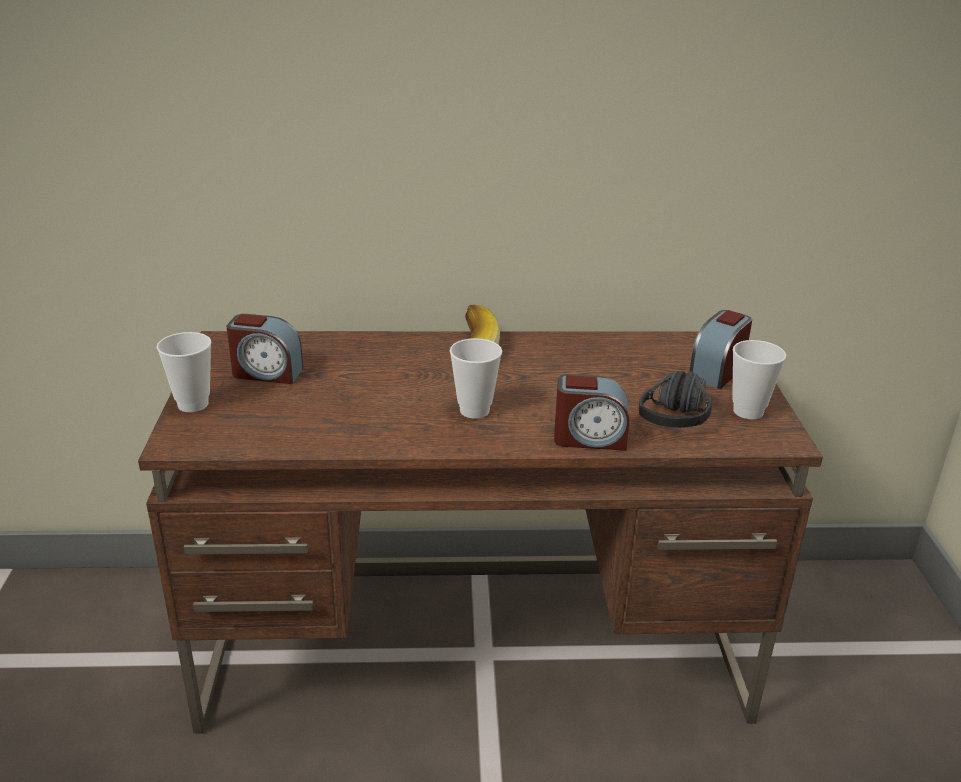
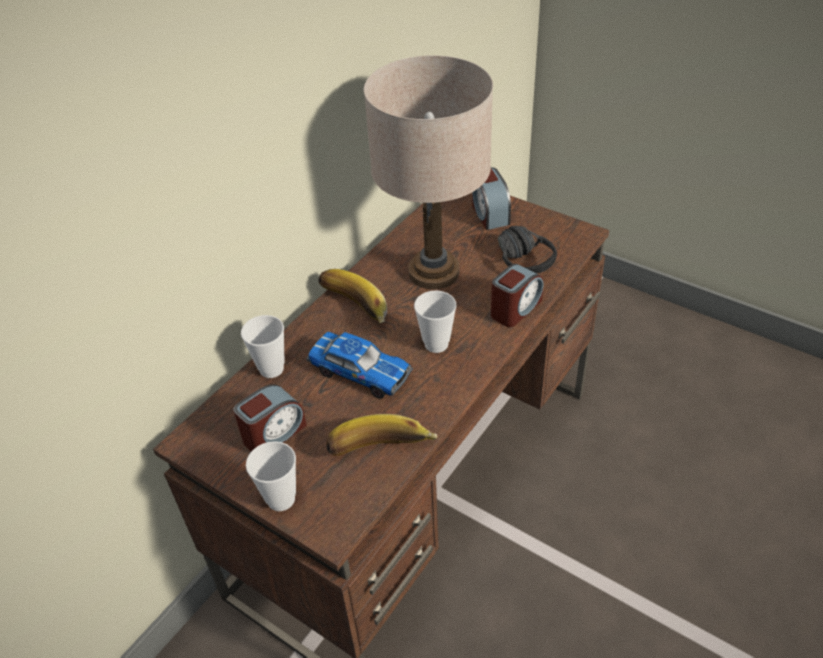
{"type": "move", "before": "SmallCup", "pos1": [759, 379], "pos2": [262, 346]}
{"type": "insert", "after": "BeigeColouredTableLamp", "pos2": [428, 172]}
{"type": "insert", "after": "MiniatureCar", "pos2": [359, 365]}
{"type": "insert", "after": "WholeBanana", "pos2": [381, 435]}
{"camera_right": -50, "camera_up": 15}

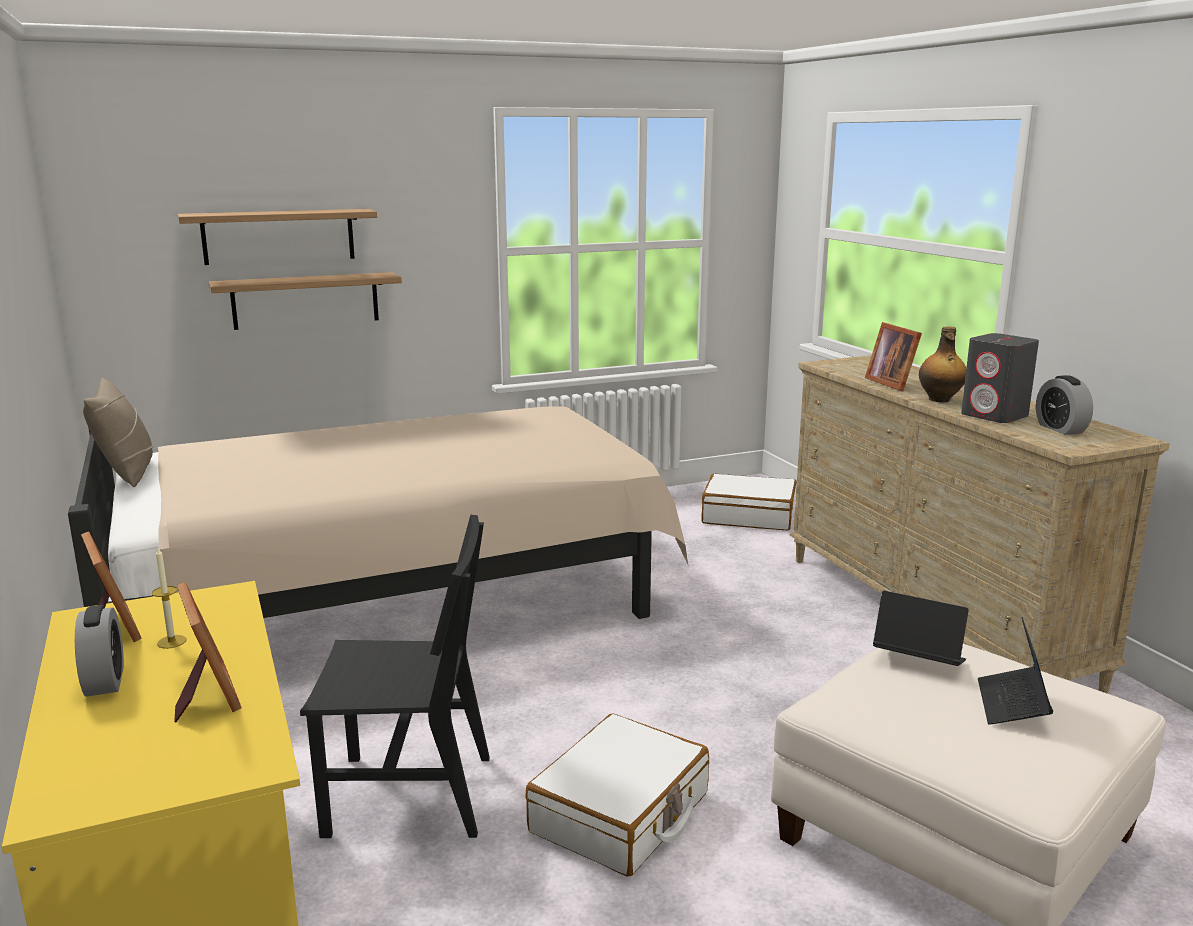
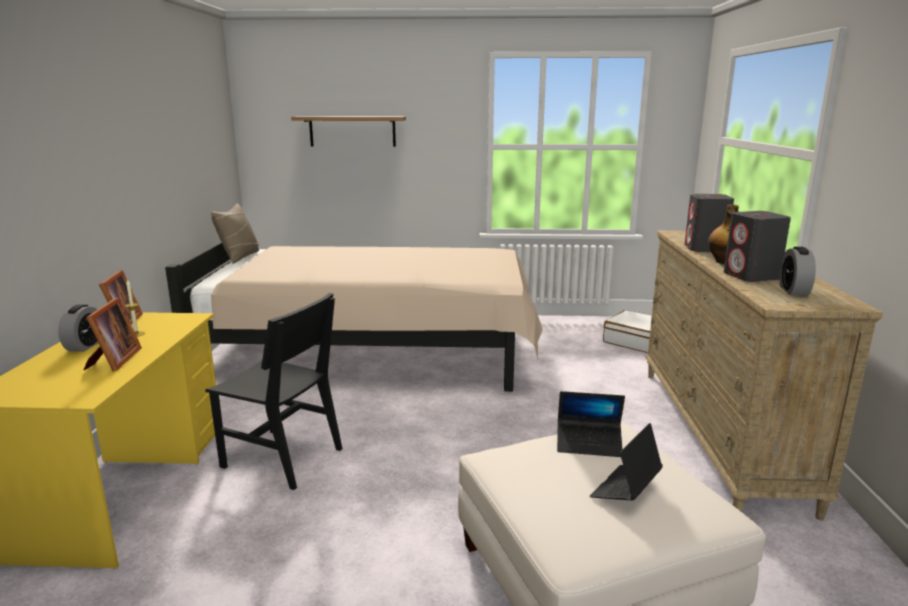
{"type": "delete", "before": "Shelf", "pos1": [305, 301]}
{"type": "replace", "before": "StandingFrame", "after": "GrayAudioSpeaker", "pos1": [893, 356], "pos2": [709, 223]}
{"type": "rotate", "before": "Laptop", "pos1": [921, 628], "pos2": [591, 424], "turn": 135}
{"type": "delete", "before": "WhitishTravelCase", "pos1": [617, 794]}
{"camera_right": 25, "camera_up": 0}

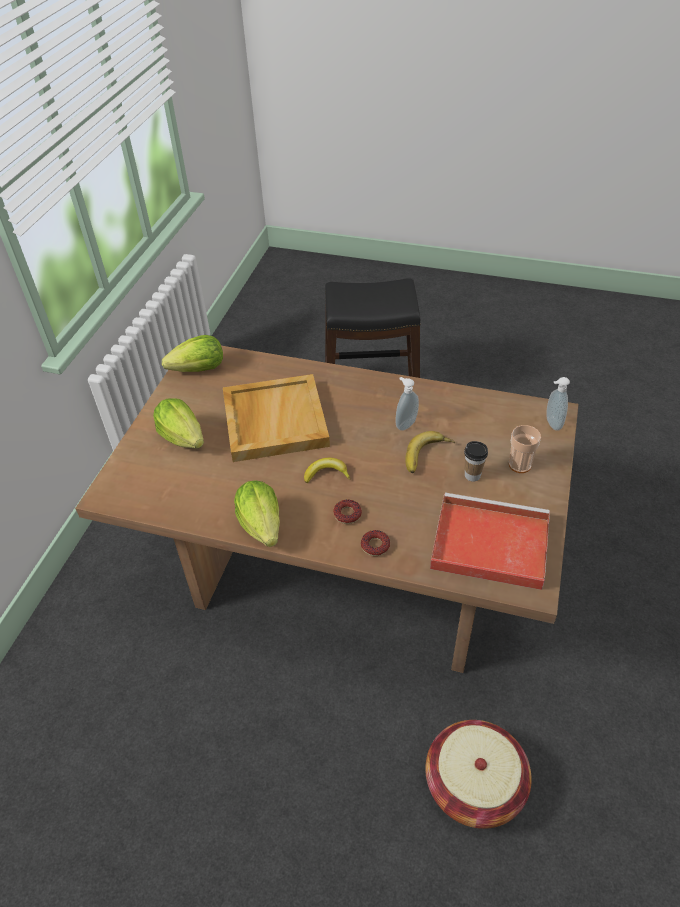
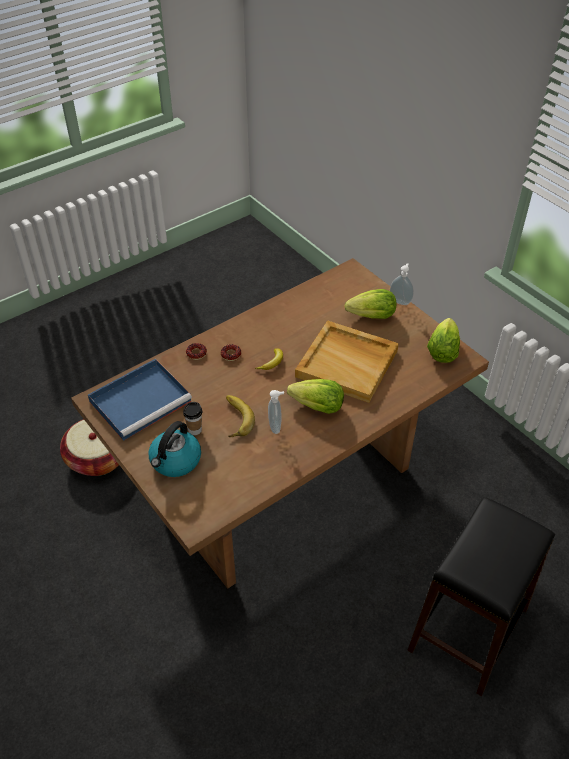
{"type": "move", "before": "SoapDispenser", "pos1": [558, 404], "pos2": [402, 284]}
{"type": "replace", "before": "SmallCup", "after": "Kettle", "pos1": [525, 449], "pos2": [174, 449]}
{"type": "move", "before": "HeadOfLettuce", "pos1": [257, 513], "pos2": [315, 396]}
{"type": "recolor", "before": "RedTray", "after": "BlueColouredTray", "pos1": [490, 541], "pos2": [140, 400]}
{"camera_right": 125, "camera_up": 0}

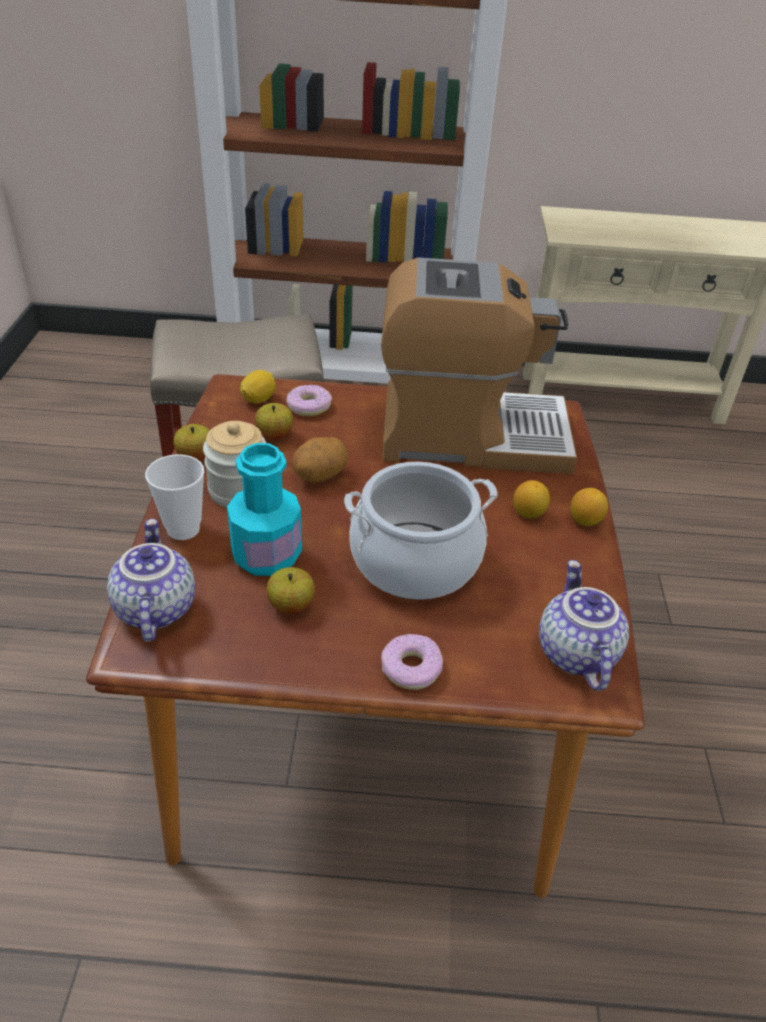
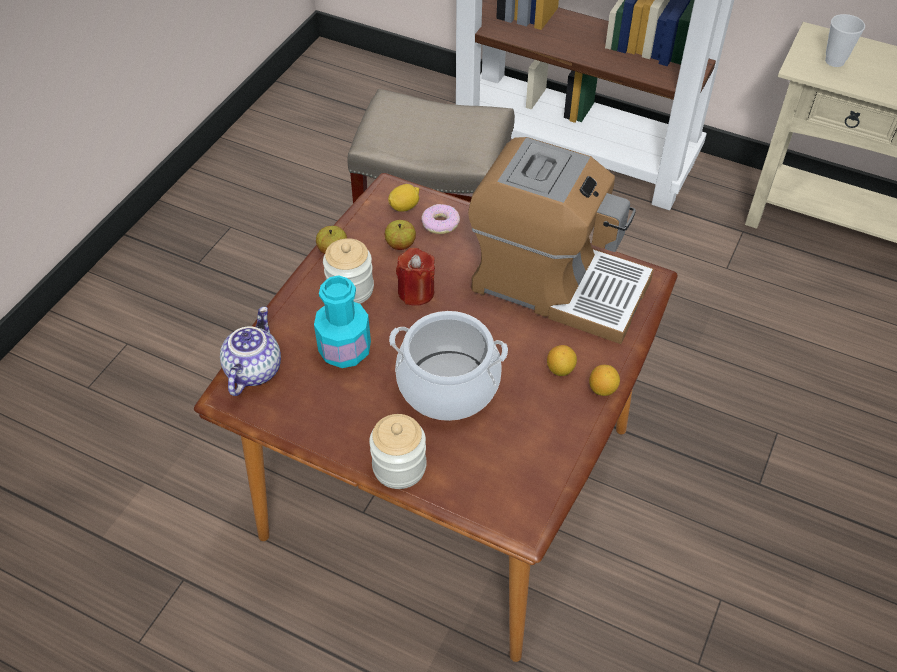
{"type": "replace", "before": "WholePotato", "after": "RedCandle", "pos1": [320, 460], "pos2": [415, 277]}
{"type": "move", "before": "SmallCup", "pos1": [174, 497], "pos2": [845, 40]}
{"type": "delete", "before": "TeaPot", "pos1": [584, 625]}
{"type": "delete", "before": "AppleFruit", "pos1": [290, 590]}
{"type": "replace", "before": "Doughnut", "after": "StorageJar", "pos1": [412, 662], "pos2": [398, 451]}
{"camera_right": 25, "camera_up": 10}

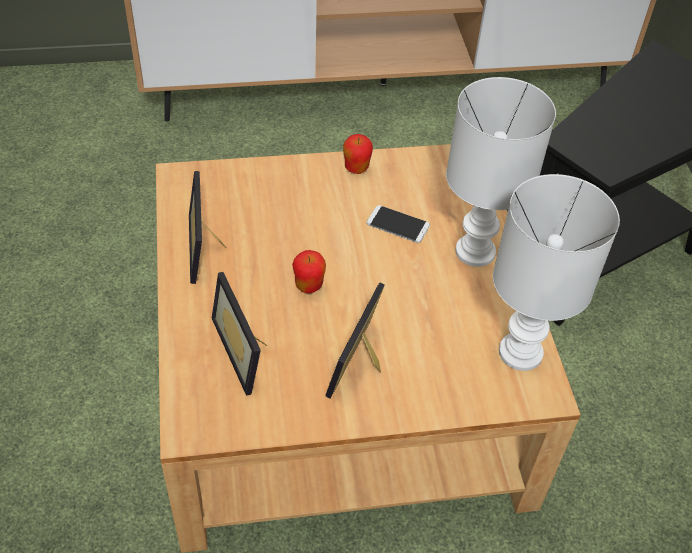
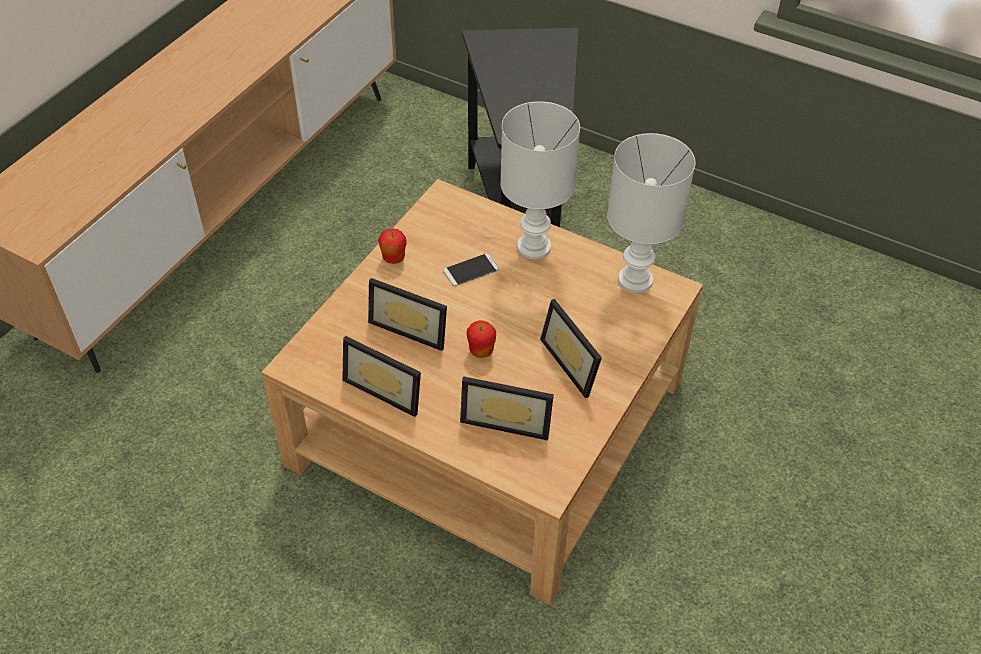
{"type": "insert", "after": "StandingFrame", "pos2": [407, 314]}
{"camera_right": -50, "camera_up": 0}

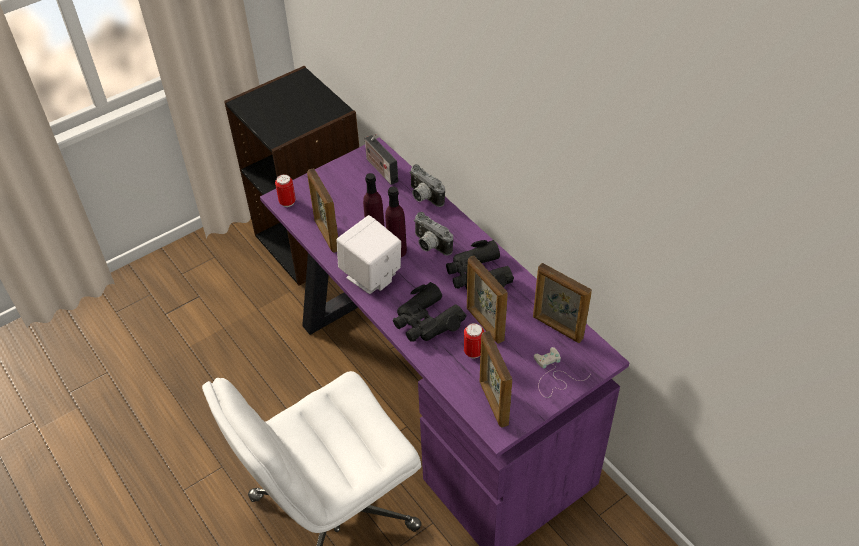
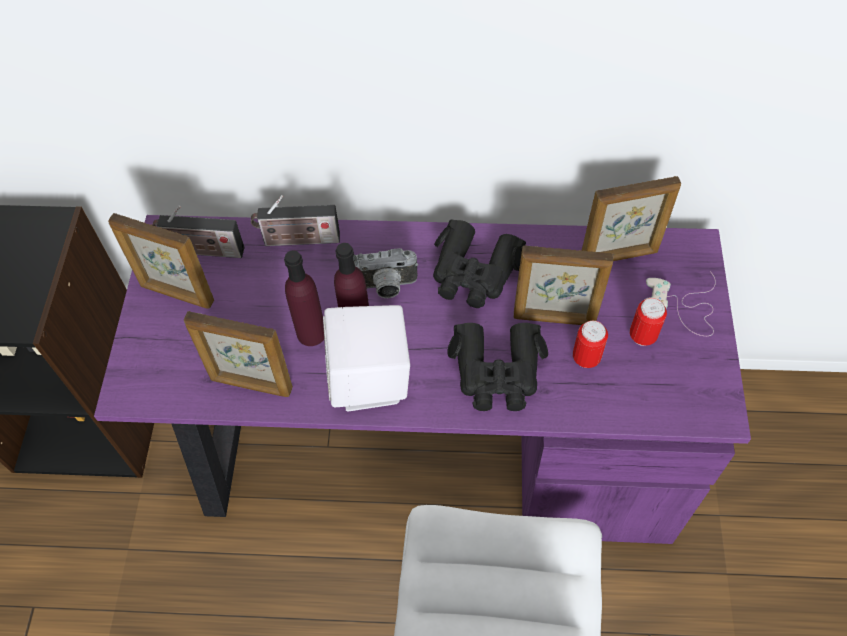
{"type": "replace", "before": "StillCamera", "after": "RadioSet", "pos1": [427, 185], "pos2": [295, 220]}
{"type": "move", "before": "MetalCan", "pos1": [285, 190], "pos2": [648, 322]}
{"type": "move", "before": "StandingFrame", "pos1": [495, 379], "pos2": [161, 261]}
{"camera_right": -50, "camera_up": 10}

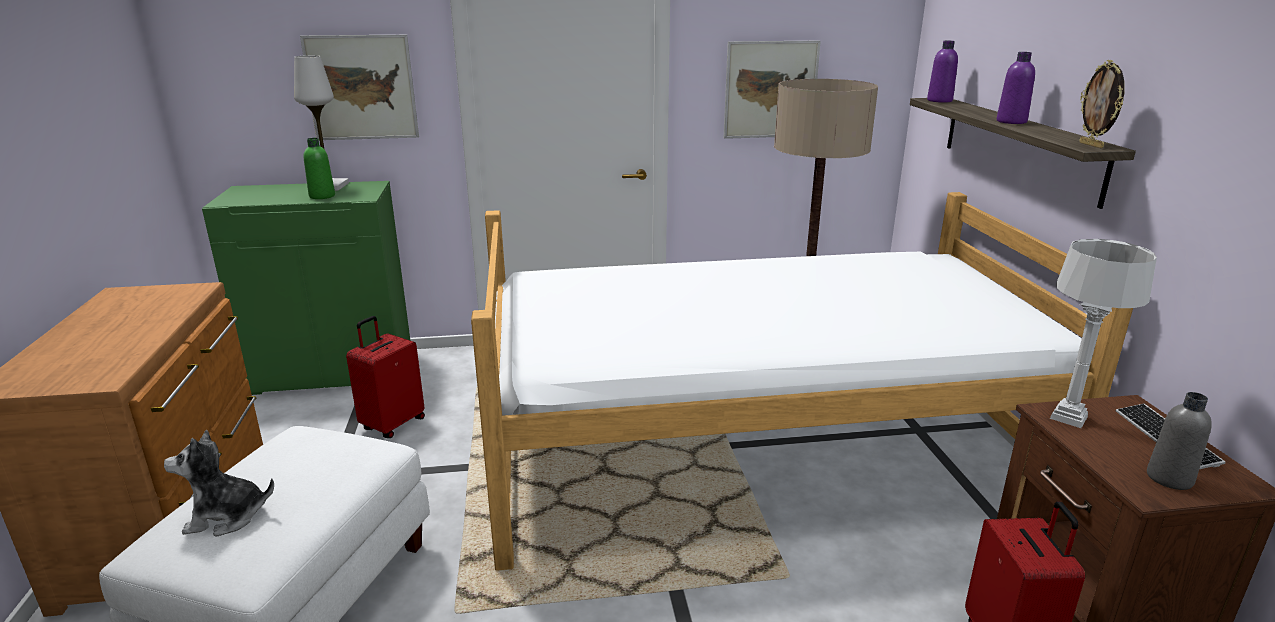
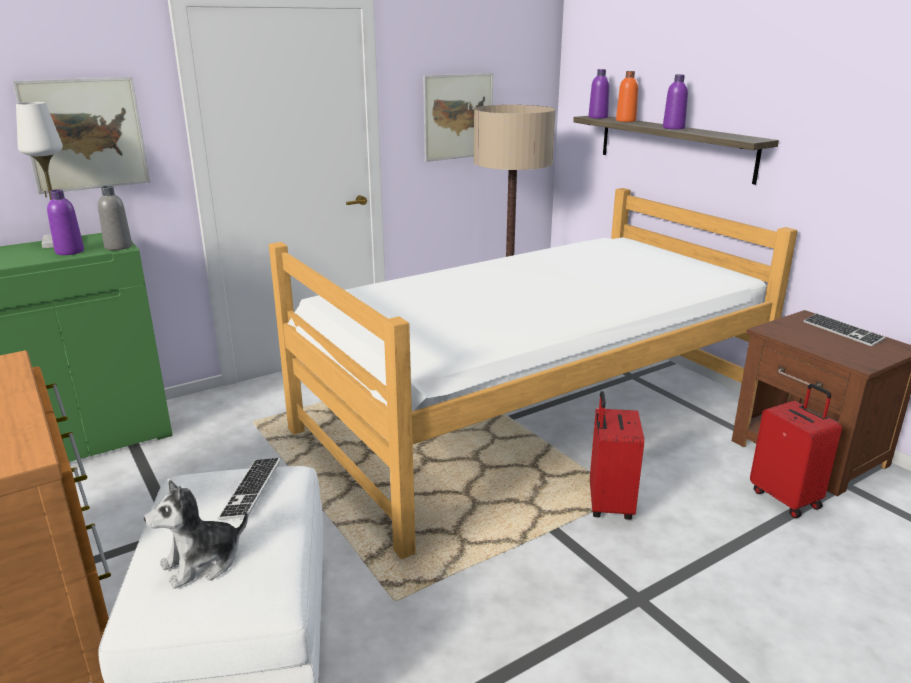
{"type": "delete", "before": "StandingFrame", "pos1": [1102, 104]}
{"type": "recolor", "before": "GreenBottle", "after": "PurpleBottle", "pos1": [319, 168], "pos2": [65, 222]}
{"type": "delete", "before": "GrayTableLamp", "pos1": [1103, 333]}
{"type": "move", "before": "RedTravelCase", "pos1": [385, 377], "pos2": [617, 455]}
{"type": "move", "before": "GrayBottle", "pos1": [1179, 441], "pos2": [115, 218]}
{"type": "insert", "after": "OrangeColouredBottle", "pos2": [627, 96]}
{"type": "insert", "after": "PcKeyboard", "pos2": [249, 488]}
{"camera_right": -25, "camera_up": 0}

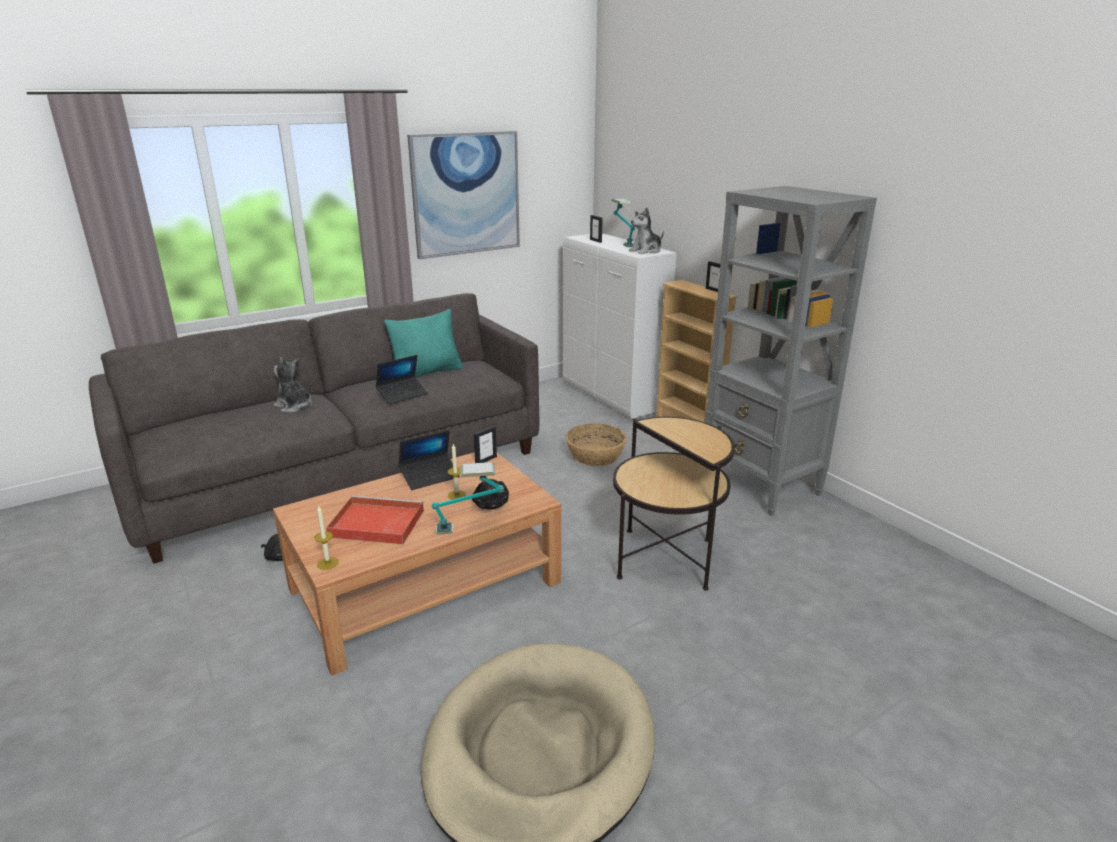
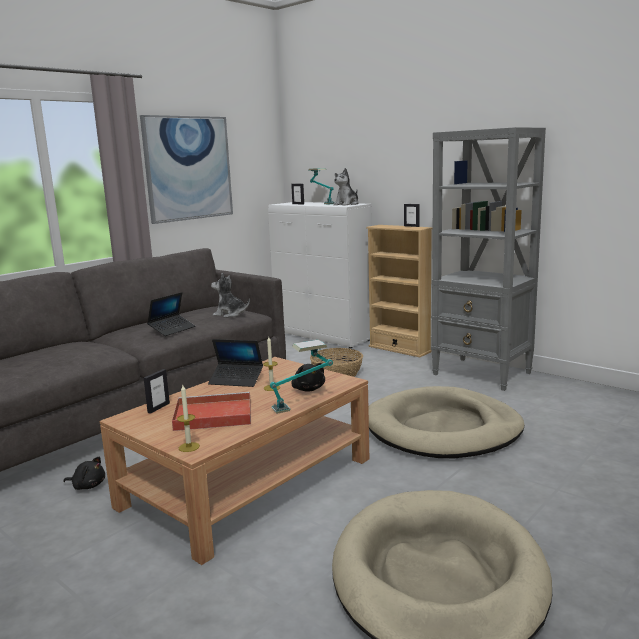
{"type": "delete", "before": "BlueGreenPillow", "pos1": [423, 343]}
{"type": "move", "before": "SoftToy", "pos1": [293, 385], "pos2": [230, 295]}
{"type": "replace", "before": "AccentTable", "after": "BeigeColouredDogCushion", "pos1": [674, 503], "pos2": [446, 422]}
{"type": "move", "before": "StandingFrame", "pos1": [485, 444], "pos2": [157, 391]}
{"type": "rotate", "before": "Laptop", "pos1": [429, 460], "pos2": [235, 363], "turn": 60}
{"camera_right": -15, "camera_up": -10}

